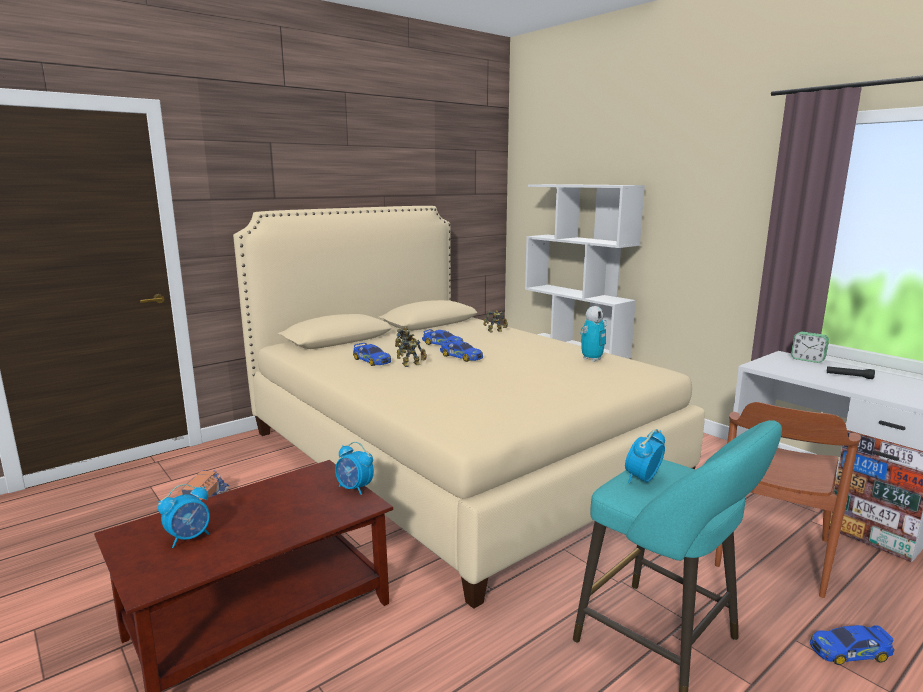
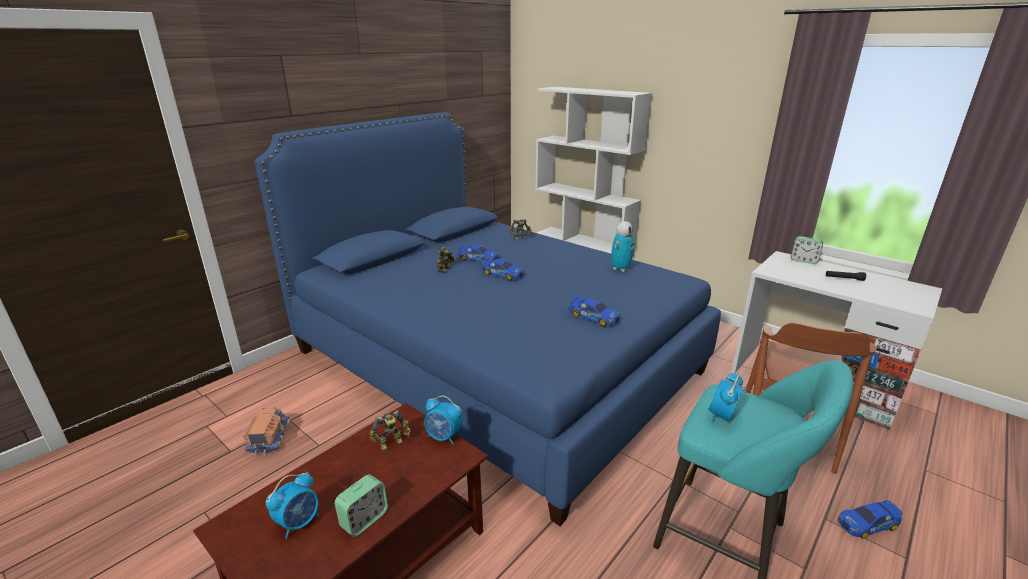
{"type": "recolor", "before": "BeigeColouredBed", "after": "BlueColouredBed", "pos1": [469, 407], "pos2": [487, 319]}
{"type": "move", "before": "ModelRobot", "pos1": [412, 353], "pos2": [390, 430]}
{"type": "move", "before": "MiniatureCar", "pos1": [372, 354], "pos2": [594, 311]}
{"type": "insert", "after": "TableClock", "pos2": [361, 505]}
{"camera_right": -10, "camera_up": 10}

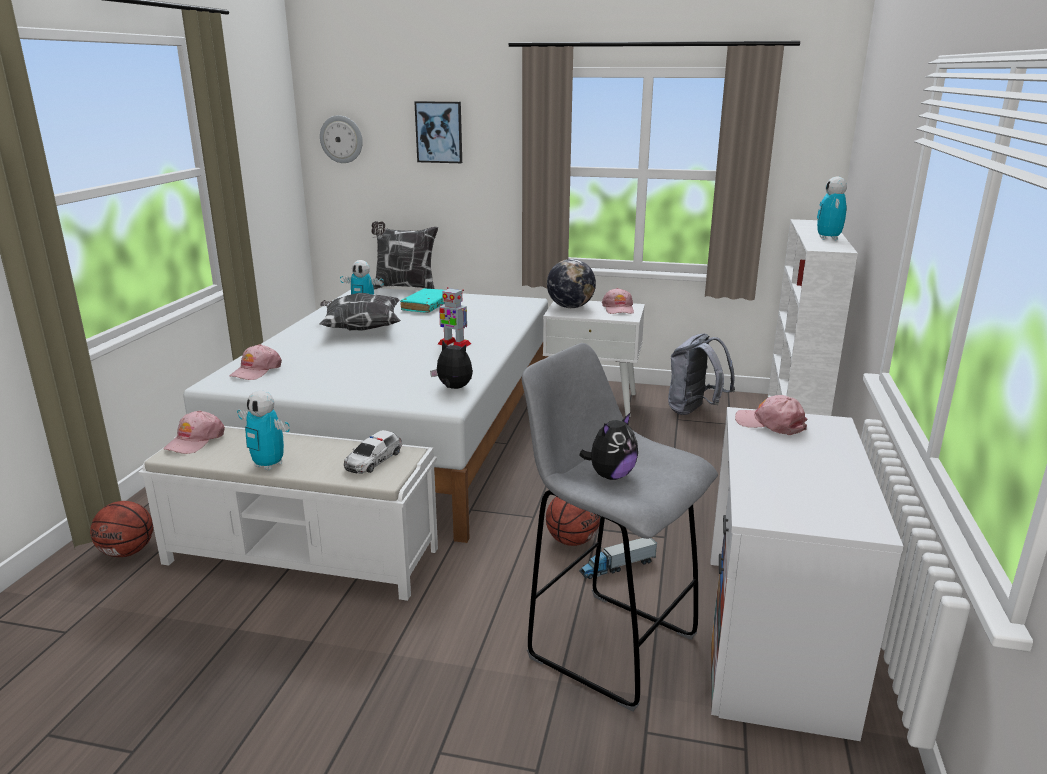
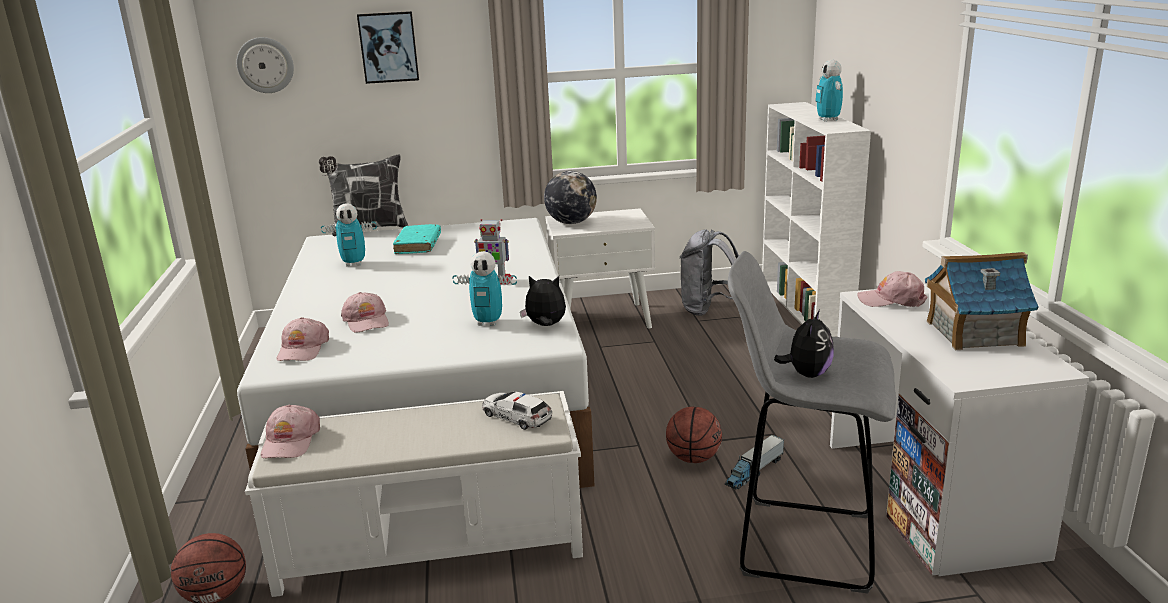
{"type": "move", "before": "PinkColouredPeakedCap", "pos1": [618, 301], "pos2": [365, 312]}
{"type": "delete", "before": "Pillow", "pos1": [360, 312]}
{"type": "move", "before": "ModelRobot", "pos1": [263, 430], "pos2": [484, 288]}
{"type": "rotate", "before": "MiniatureCar", "pos1": [373, 452], "pos2": [517, 411], "turn": 120}
{"type": "insert", "after": "ToyHouse", "pos2": [982, 301]}
{"camera_right": -20, "camera_up": 0}

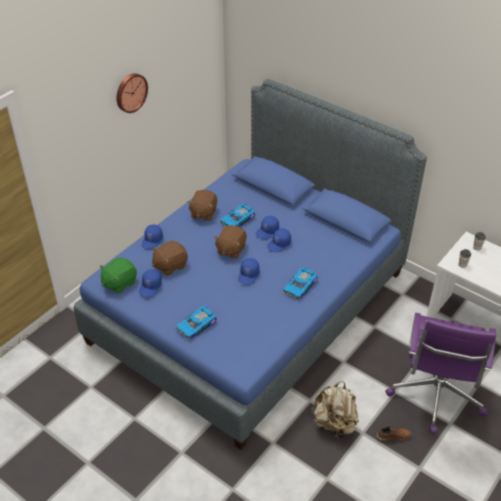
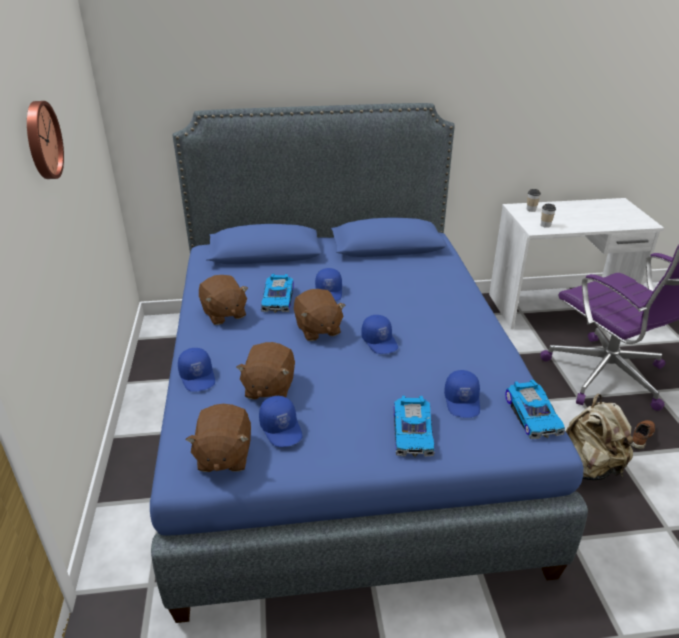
{"type": "move", "before": "BlueColouredPeakedCap", "pos1": [279, 241], "pos2": [462, 394]}
{"type": "recolor", "before": "GreenSoftToy", "after": "BrownColouredSoftToy", "pos1": [118, 275], "pos2": [218, 438]}
{"type": "move", "before": "MiniatureCar", "pos1": [300, 283], "pos2": [535, 409]}
{"camera_right": -45, "camera_up": -10}

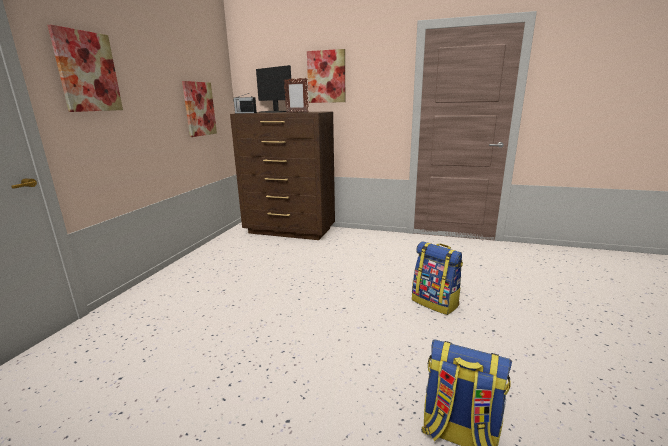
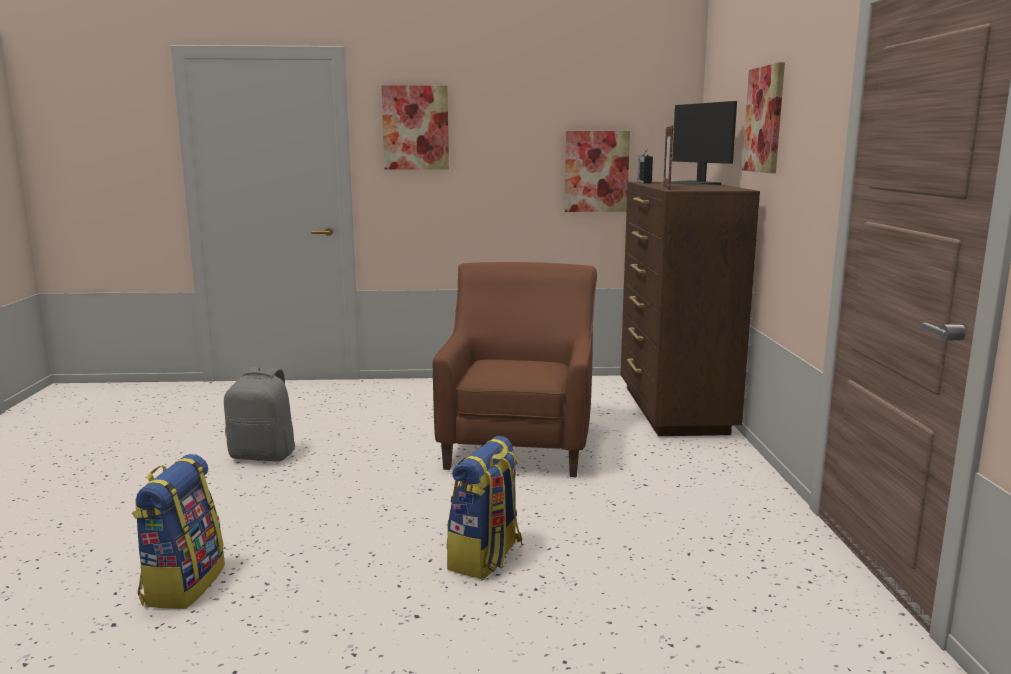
{"type": "rotate", "before": "Monitor", "pos1": [273, 89], "pos2": [703, 143], "turn": -45}
{"type": "insert", "after": "BrownColouredLoungeChair", "pos2": [515, 369]}
{"type": "insert", "after": "GrayBackpack", "pos2": [259, 414]}
{"camera_right": 70, "camera_up": -5}

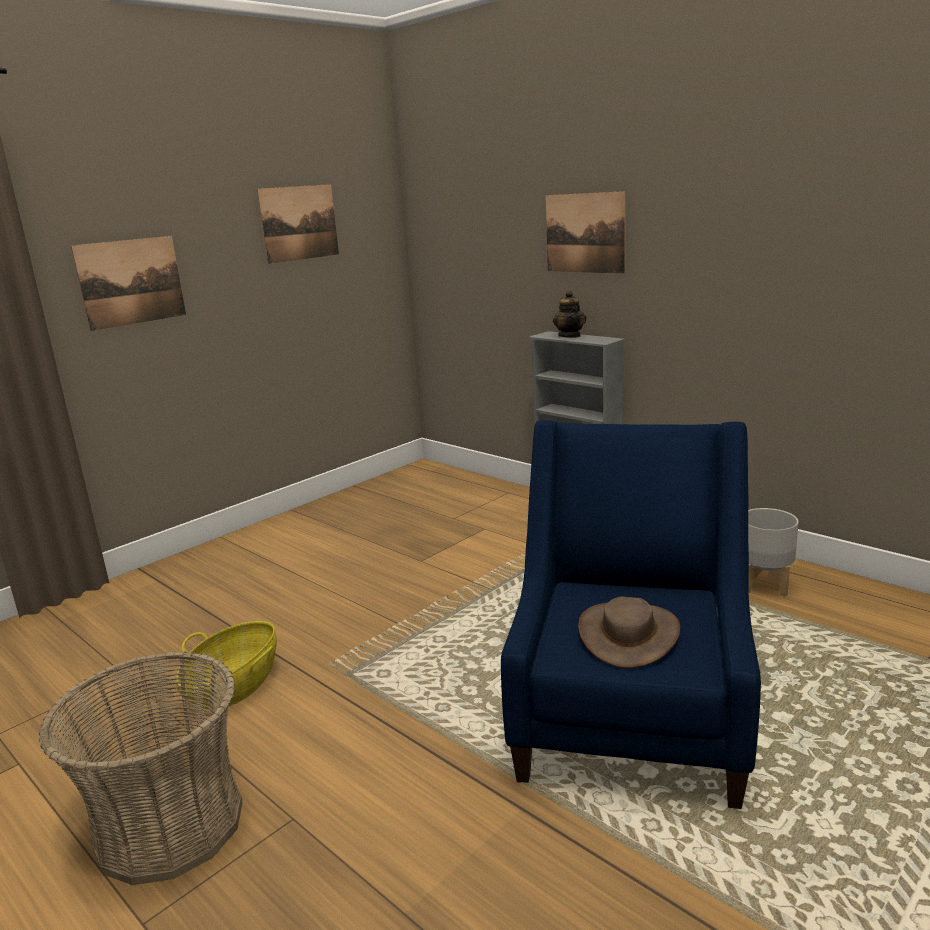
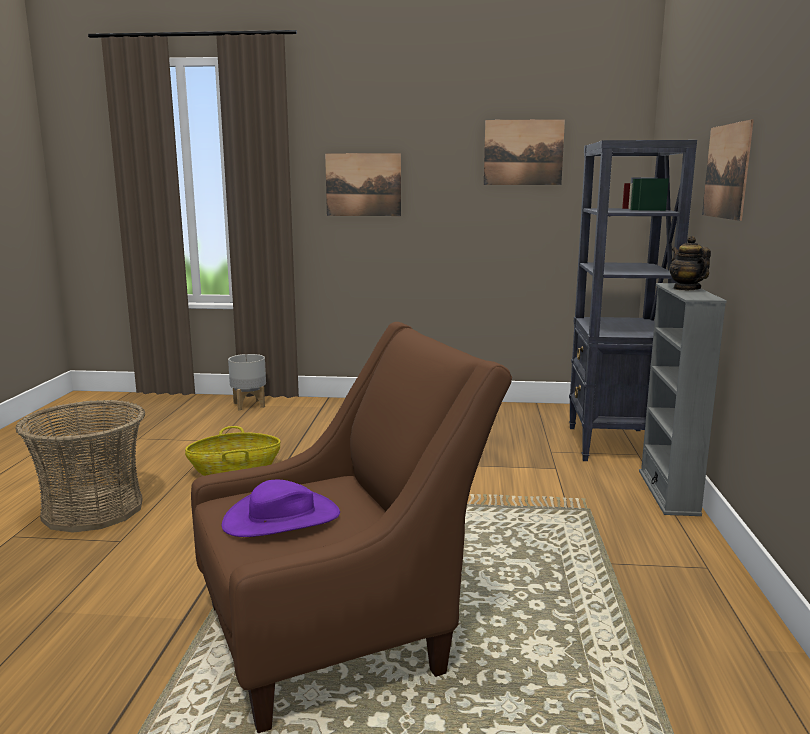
{"type": "rotate", "before": "TeaPot", "pos1": [569, 314], "pos2": [690, 263], "turn": 120}
{"type": "recolor", "before": "BlueColouredLoungeChair", "after": "BrownColouredLoungeChair", "pos1": [631, 614], "pos2": [351, 527]}
{"type": "move", "before": "GrayFlowerPot", "pos1": [773, 552], "pos2": [247, 382]}
{"type": "recolor", "before": "BrownColouredHat", "after": "PurpleHat", "pos1": [629, 632], "pos2": [281, 508]}
{"type": "insert", "after": "BlackBookcase", "pos2": [633, 300]}
{"camera_right": 50, "camera_up": -5}

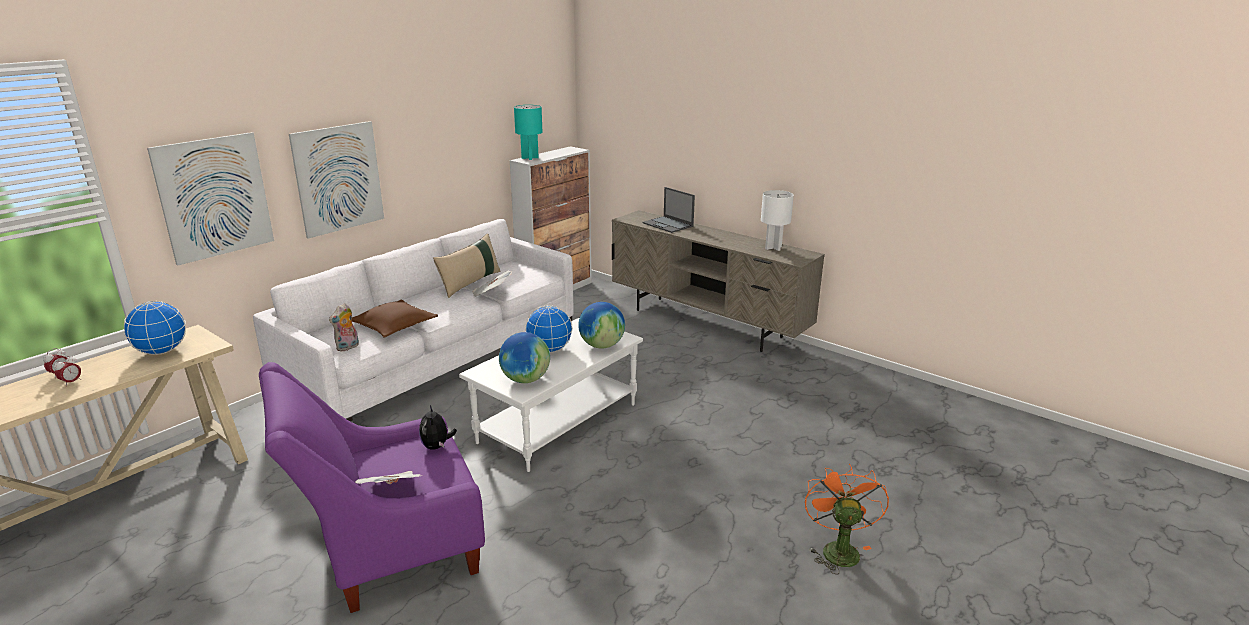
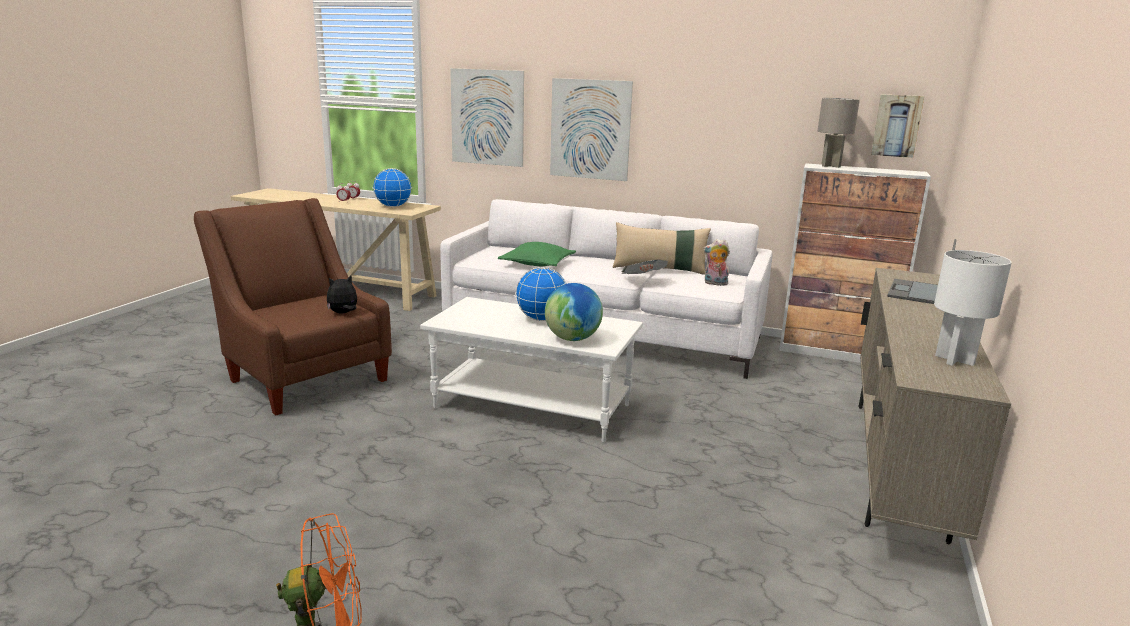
{"type": "recolor", "before": "BlueGreenTableLamp", "after": "GrayTableLamp", "pos1": [528, 132], "pos2": [839, 133]}
{"type": "recolor", "before": "BrownColouredPillow", "after": "GreenPillow", "pos1": [395, 318], "pos2": [537, 254]}
{"type": "move", "before": "SoftToy", "pos1": [344, 327], "pos2": [716, 262]}
{"type": "delete", "before": "WorldGlobe", "pos1": [524, 357]}
{"type": "recolor", "before": "PurpleLoungeChair", "after": "BrownColouredLoungeChair", "pos1": [372, 487], "pos2": [293, 306]}
{"type": "delete", "before": "Newspaper", "pos1": [388, 477]}
{"type": "insert", "after": "WallPicture", "pos2": [897, 126]}
{"camera_right": 70, "camera_up": -5}

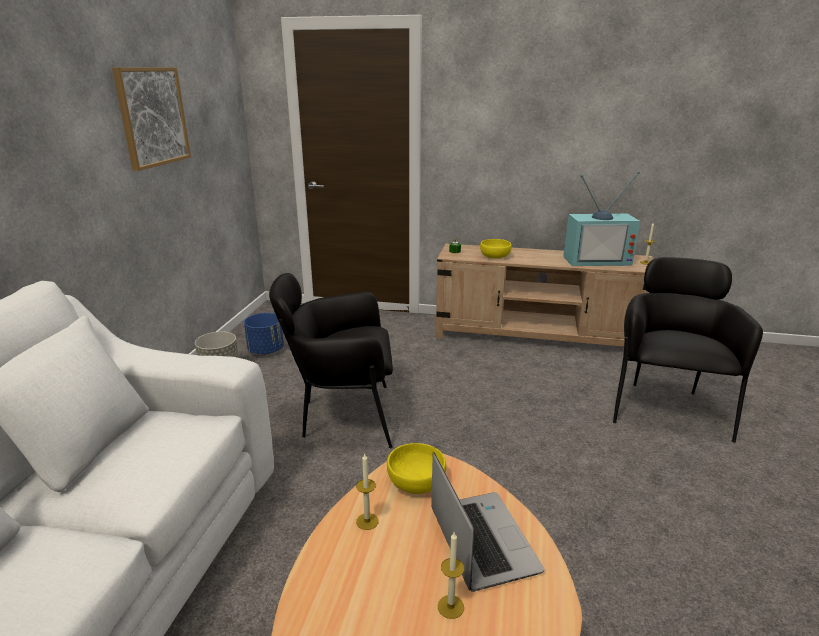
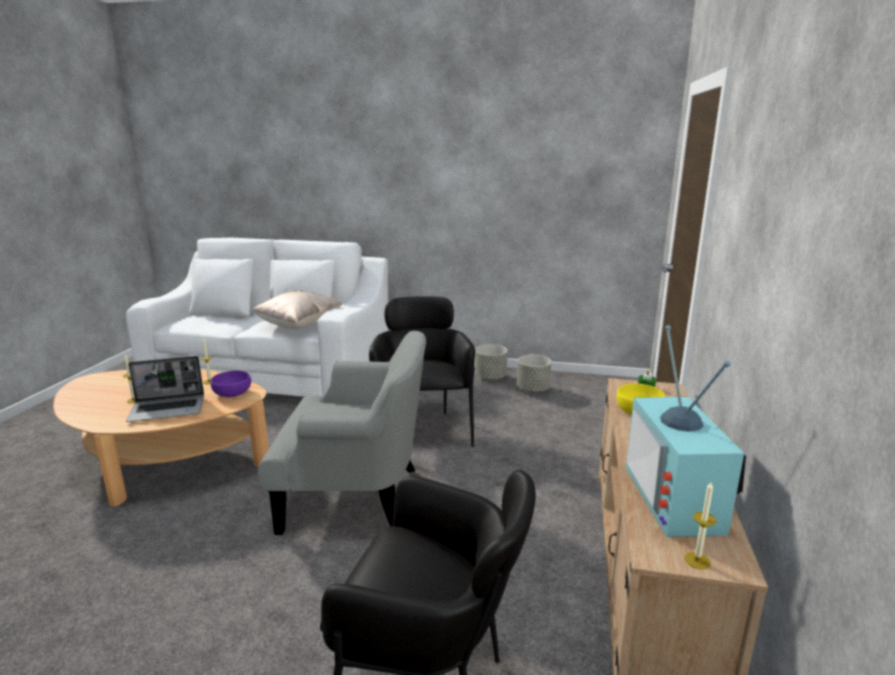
{"type": "delete", "before": "WallPicture", "pos1": [151, 119]}
{"type": "recolor", "before": "BlueColouredFlowerPot", "after": "GrayFlowerPot", "pos1": [264, 334], "pos2": [534, 373]}
{"type": "recolor", "before": "YellowishServingBowl", "after": "PurpleServingBowl", "pos1": [416, 468], "pos2": [230, 384]}
{"type": "insert", "after": "BeigeColouredPillow", "pos2": [297, 310]}
{"type": "insert", "after": "GrayLoungeChair", "pos2": [342, 433]}
{"camera_right": 90, "camera_up": -5}

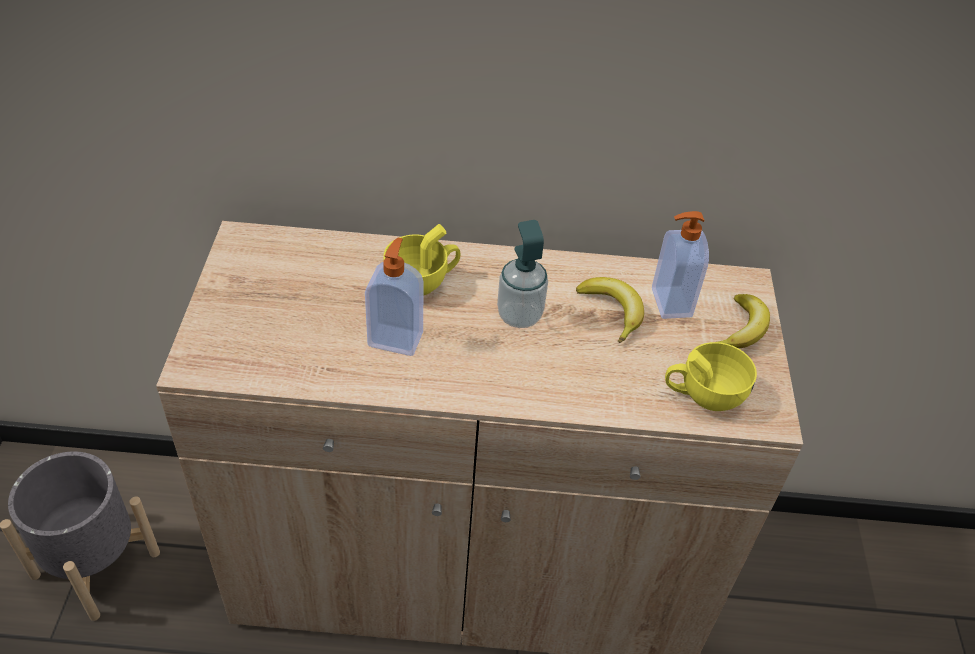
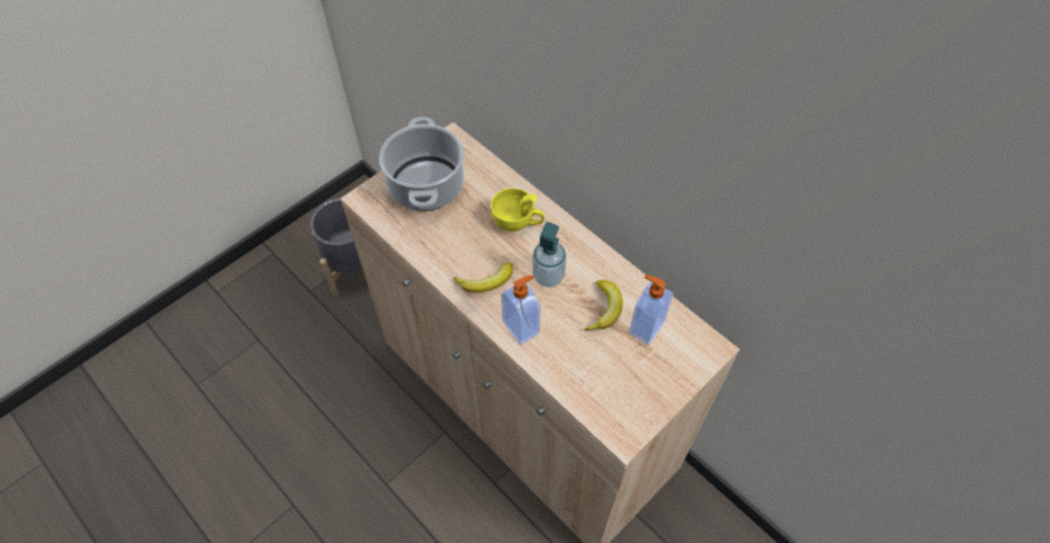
{"type": "move", "before": "SoapDispenser", "pos1": [394, 297], "pos2": [521, 310]}
{"type": "move", "before": "WholeBanana", "pos1": [744, 321], "pos2": [483, 277]}
{"type": "delete", "before": "YellowishSmallCup", "pos1": [711, 376]}
{"type": "insert", "after": "Stockpot", "pos2": [421, 164]}
{"camera_right": 45, "camera_up": 10}

